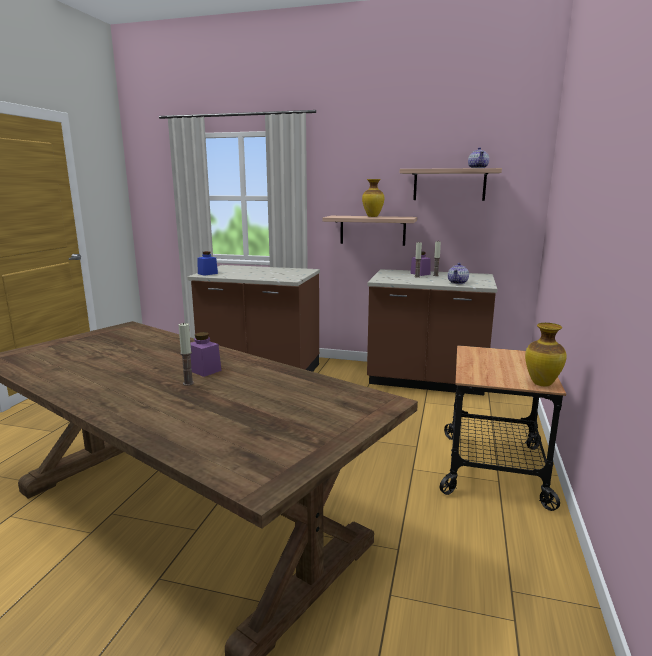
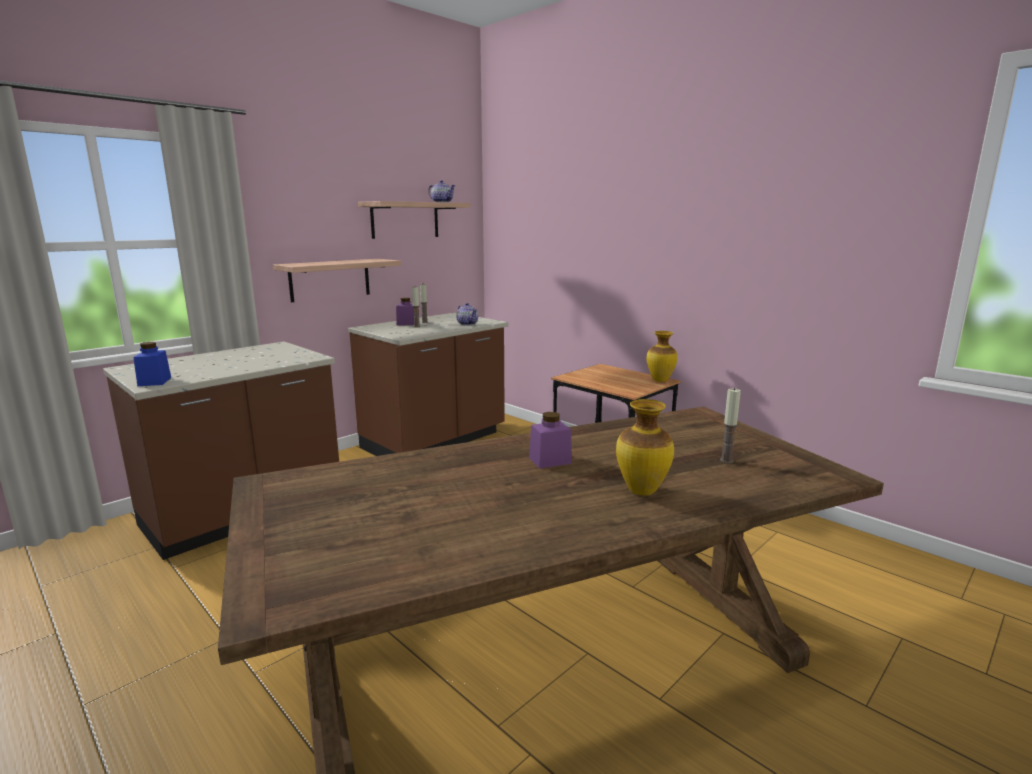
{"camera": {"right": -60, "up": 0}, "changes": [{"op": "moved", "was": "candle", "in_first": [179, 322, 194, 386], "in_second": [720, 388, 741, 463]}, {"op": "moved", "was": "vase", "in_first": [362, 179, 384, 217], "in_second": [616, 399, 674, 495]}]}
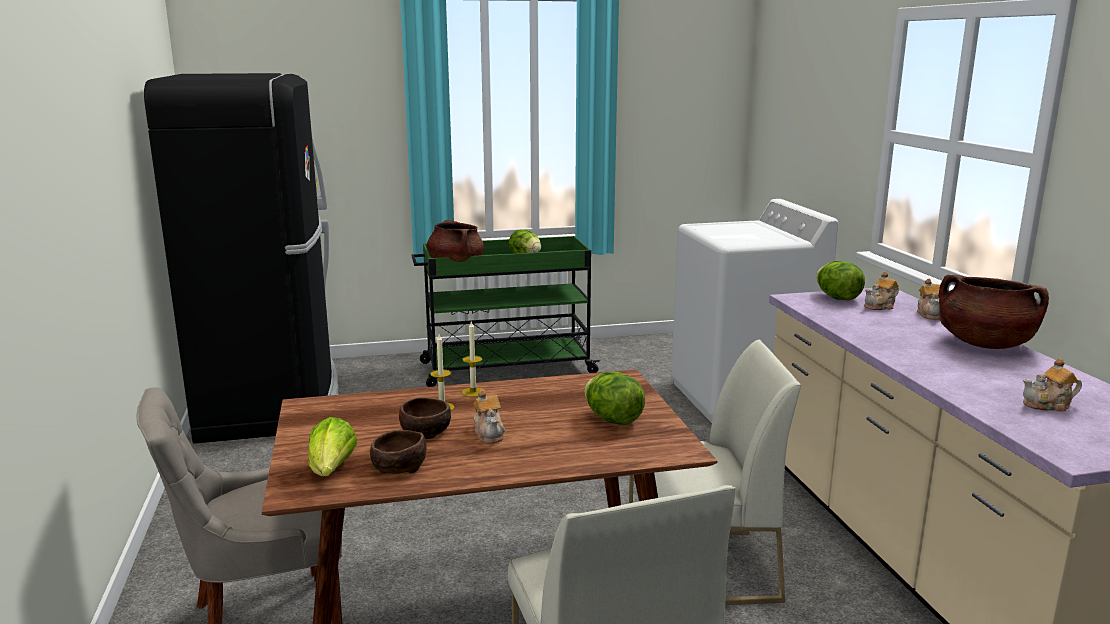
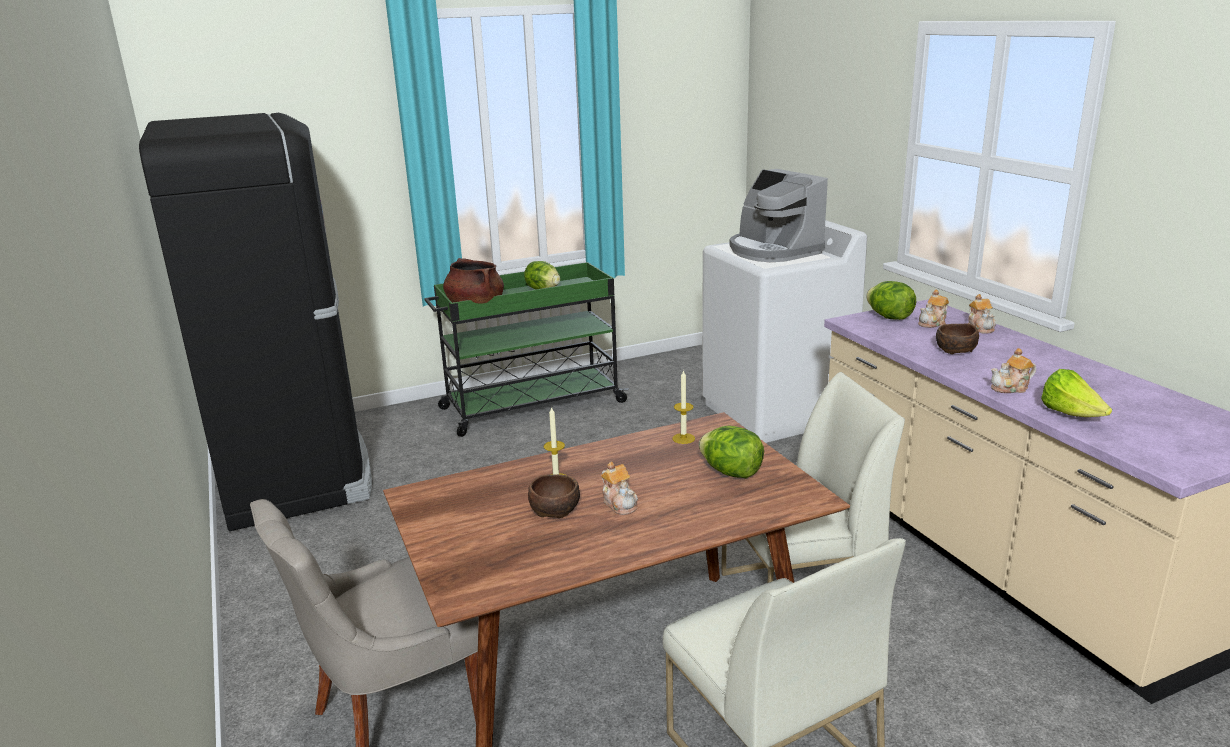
{"camera": {"right": -10, "up": 5}, "changes": [{"op": "removed", "was": "brown cooking pot", "in_first": [939, 274, 1049, 349]}, {"op": "added", "now": "coffee machine", "in_second": [729, 169, 828, 262]}, {"op": "moved", "was": "lettuce", "in_first": [308, 417, 357, 476], "in_second": [1041, 369, 1112, 417]}, {"op": "moved", "was": "brown bowl", "in_first": [370, 430, 426, 474], "in_second": [936, 323, 979, 354]}, {"op": "moved", "was": "candle", "in_first": [462, 322, 485, 397], "in_second": [672, 370, 695, 444]}, {"op": "moved", "was": "teapot", "in_first": [1023, 358, 1082, 411], "in_second": [991, 348, 1036, 393]}]}
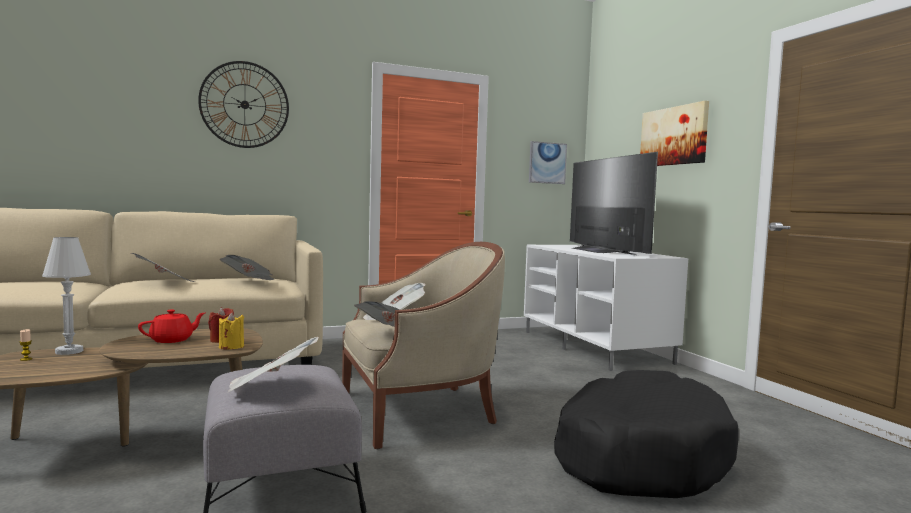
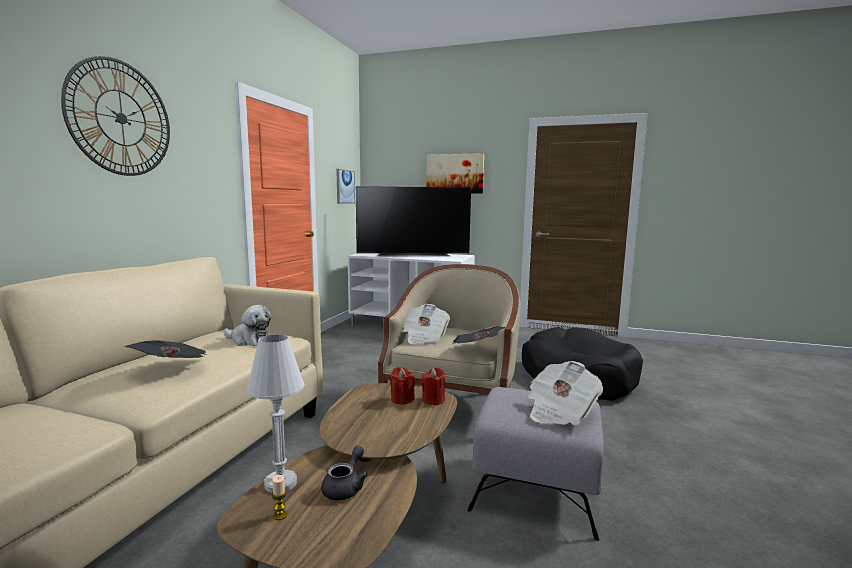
{"camera": {"right": -50, "up": 5}, "changes": [{"op": "removed", "was": "red teapot", "in_first": [138, 309, 205, 343]}, {"op": "added", "now": "grey teapot", "in_second": [321, 446, 368, 501]}, {"op": "replaced", "was": "newspaper", "now": "plush toy", "in_first": [220, 255, 274, 280], "in_second": [224, 305, 272, 346]}, {"op": "recoloured", "was": "yellow candle", "now": "red candle", "in_first": [219, 312, 244, 349], "in_second": [422, 368, 445, 405]}, {"op": "turned", "was": "television", "in_first": [570, 152, 658, 255], "in_second": [356, 186, 471, 257], "clockwise": 150}]}
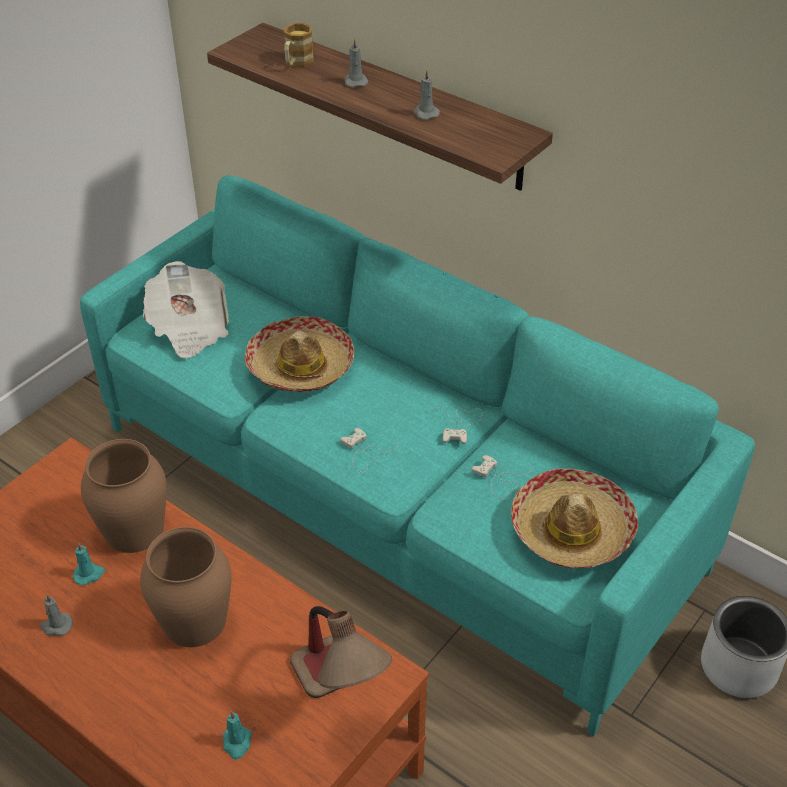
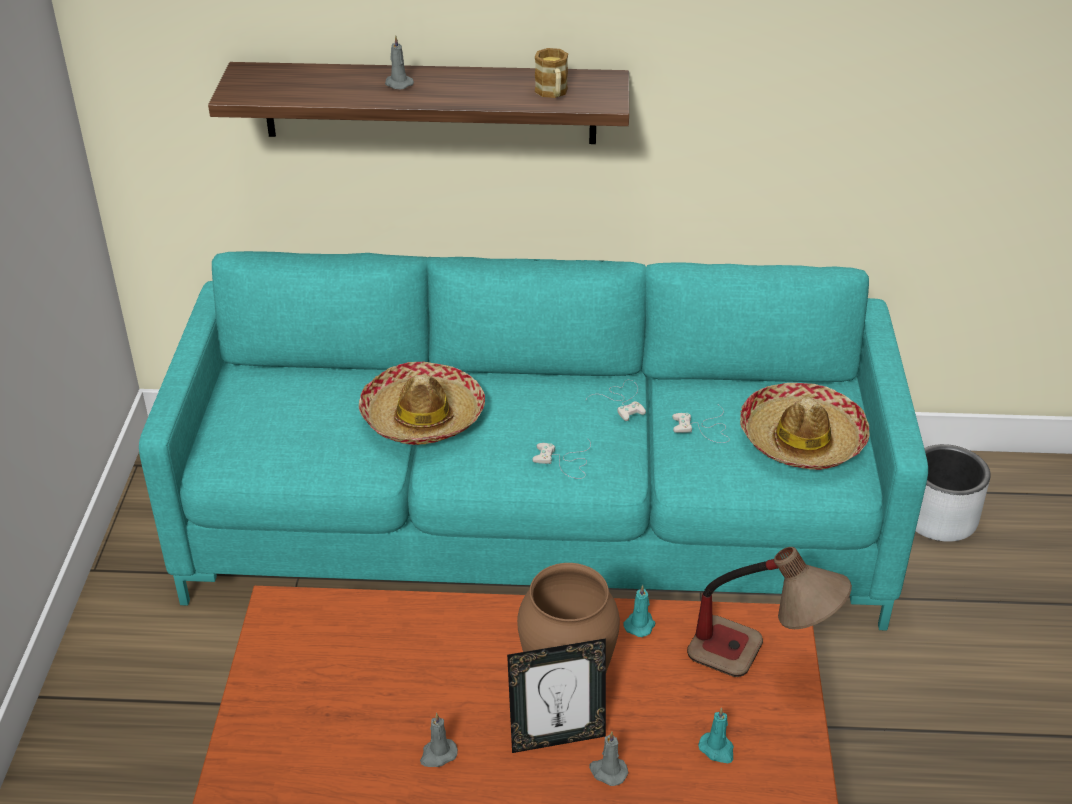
{"camera": {"right": -35, "up": -5}, "changes": [{"op": "removed", "was": "brown vase", "in_first": [81, 439, 166, 553]}, {"op": "removed", "was": "newspaper", "in_first": [143, 261, 229, 359]}, {"op": "added", "now": "picture frame", "in_second": [507, 638, 606, 753]}, {"op": "moved", "was": "turquoise candle", "in_first": [73, 543, 105, 585], "in_second": [623, 585, 656, 637]}, {"op": "moved", "was": "mug", "in_first": [284, 23, 314, 67], "in_second": [535, 48, 568, 98]}, {"op": "moved", "was": "grey candle", "in_first": [413, 70, 440, 120], "in_second": [589, 731, 628, 786]}]}
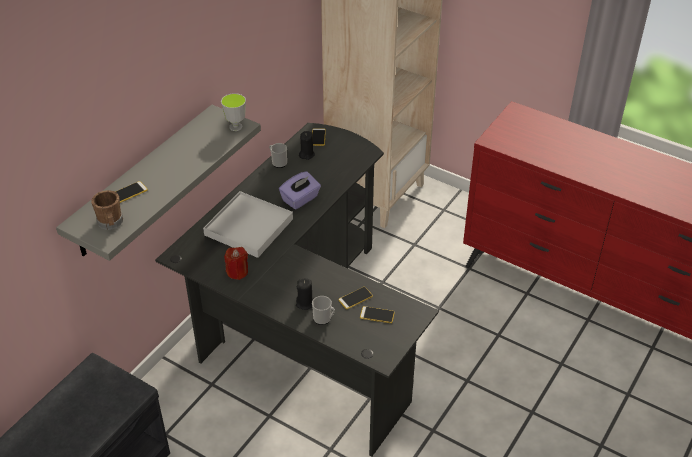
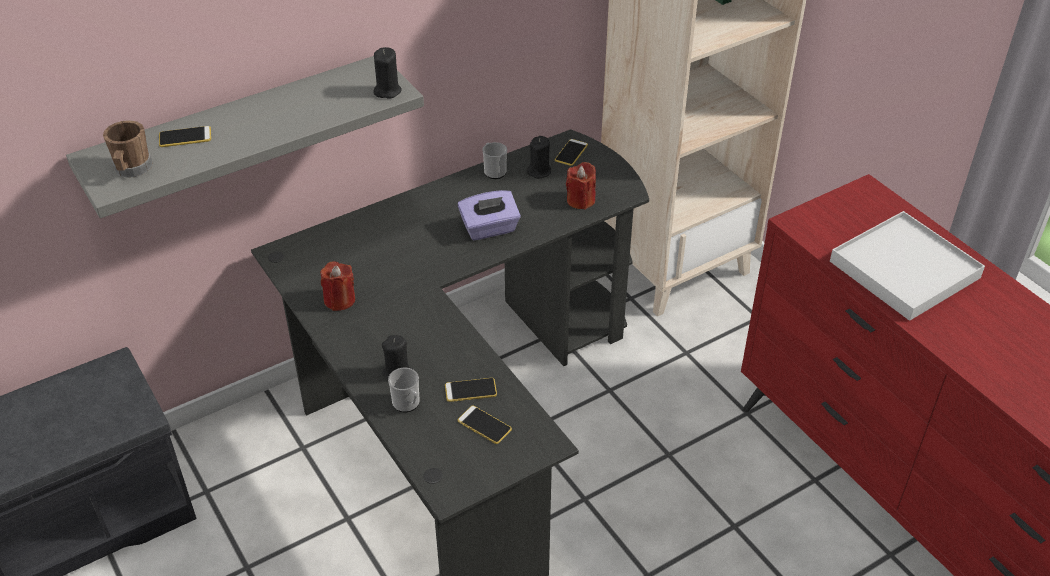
{"camera": {"right": 25, "up": 0}, "changes": [{"op": "added", "now": "red candle", "in_second": [566, 162, 596, 210]}, {"op": "moved", "was": "white tray", "in_first": [203, 191, 293, 258], "in_second": [830, 211, 985, 321]}, {"op": "replaced", "was": "cup", "now": "black candle", "in_first": [221, 93, 246, 131], "in_second": [373, 47, 402, 99]}]}
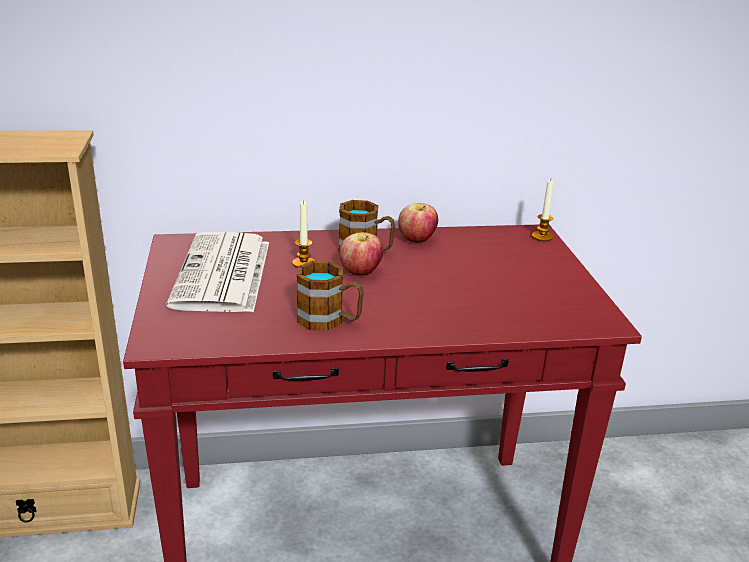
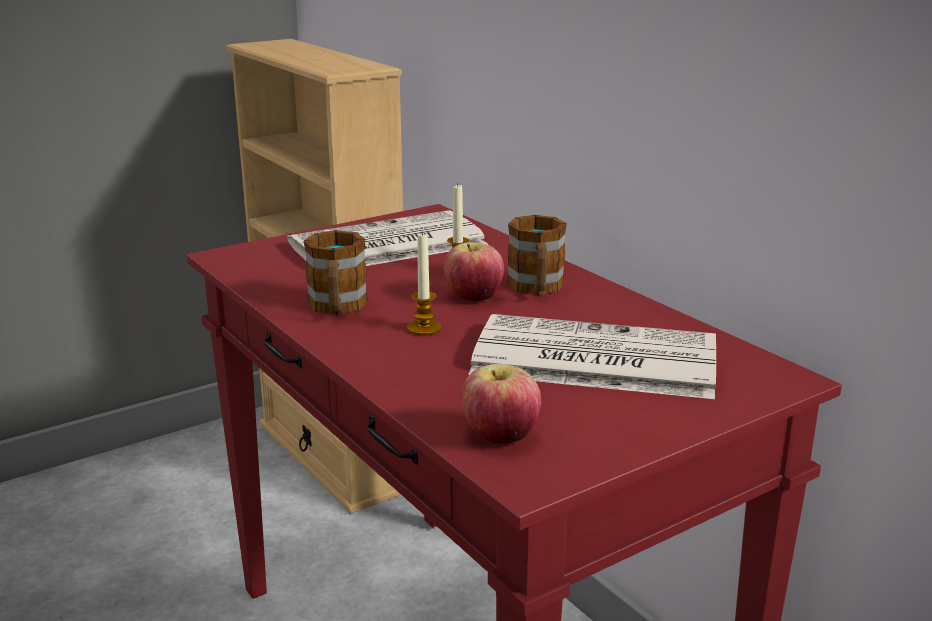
{"camera": {"right": 65, "up": -5}, "changes": [{"op": "added", "now": "newspaper", "in_second": [468, 314, 716, 399]}, {"op": "moved", "was": "apple", "in_first": [398, 203, 438, 242], "in_second": [461, 364, 541, 444]}, {"op": "moved", "was": "candle", "in_first": [532, 180, 554, 241], "in_second": [407, 231, 442, 336]}]}
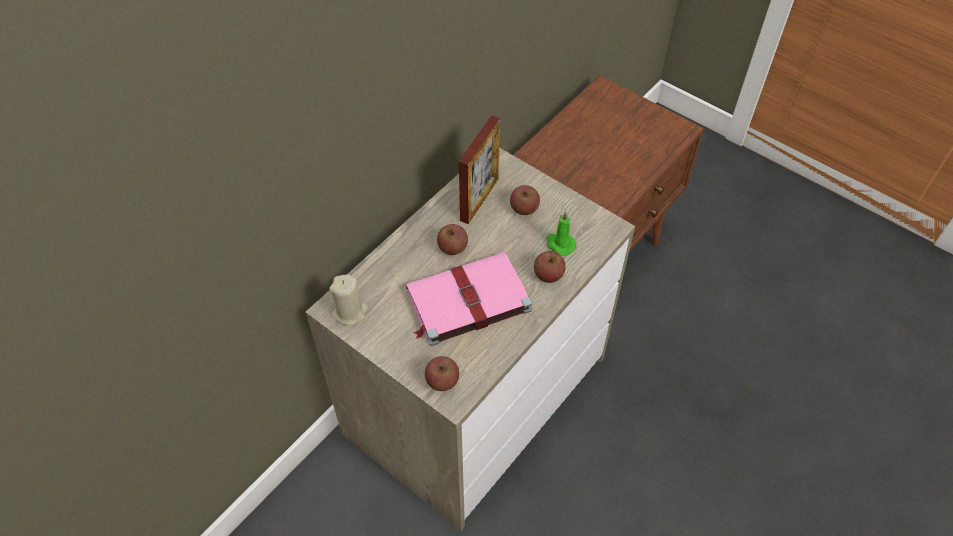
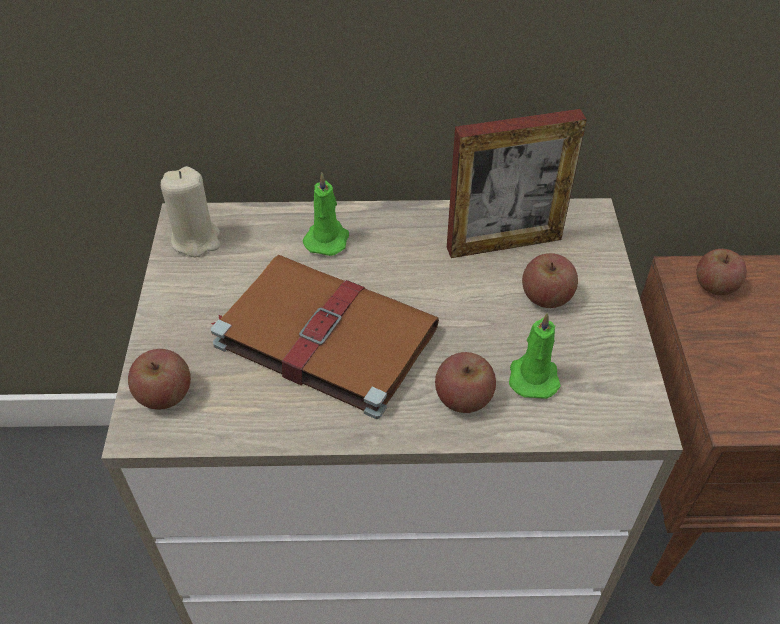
{"camera": {"right": 50, "up": -5}, "changes": [{"op": "added", "now": "green candle", "in_second": [303, 173, 349, 256]}, {"op": "moved", "was": "apple", "in_first": [437, 224, 468, 255], "in_second": [696, 249, 747, 295]}, {"op": "recoloured", "was": "pink book", "now": "brown book", "in_first": [406, 252, 532, 346], "in_second": [211, 255, 439, 419]}]}
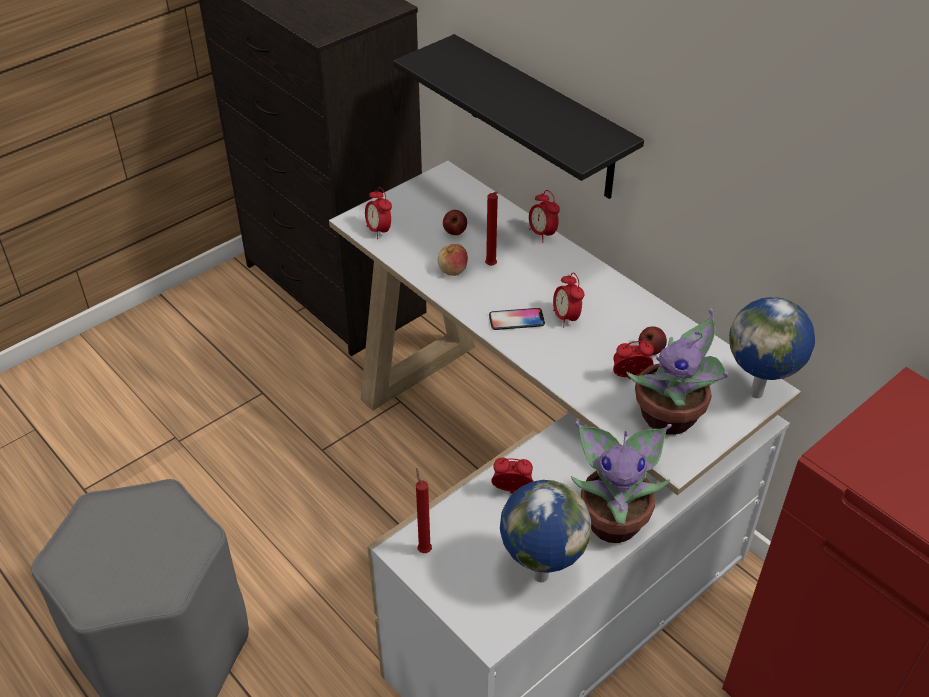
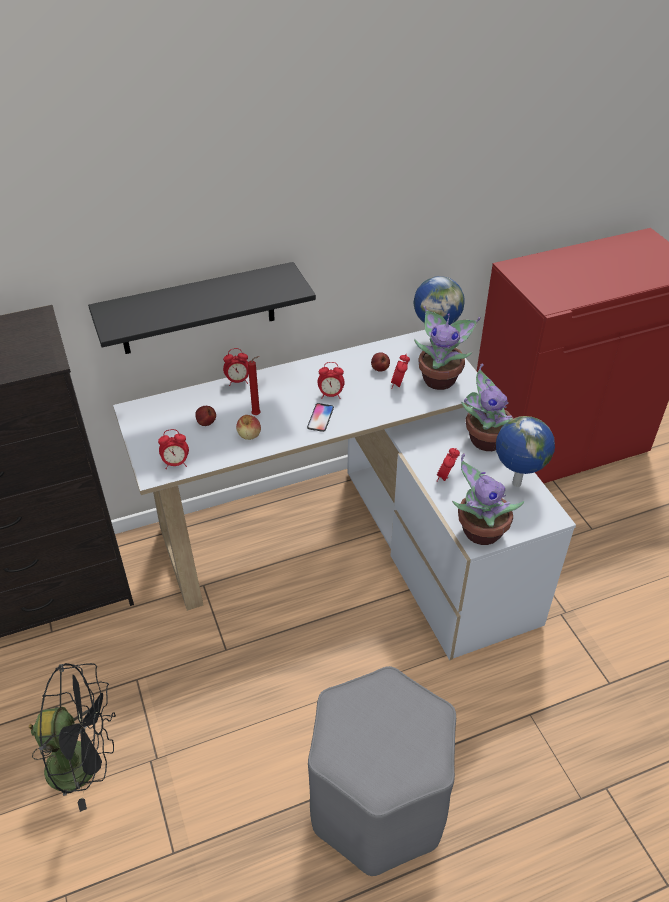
{"camera": {"right": -70, "up": 0}, "changes": [{"op": "added", "now": "black fan", "in_second": [29, 663, 116, 812]}, {"op": "replaced", "was": "red candle", "now": "potted plant", "in_first": [416, 468, 432, 553], "in_second": [452, 454, 525, 545]}]}
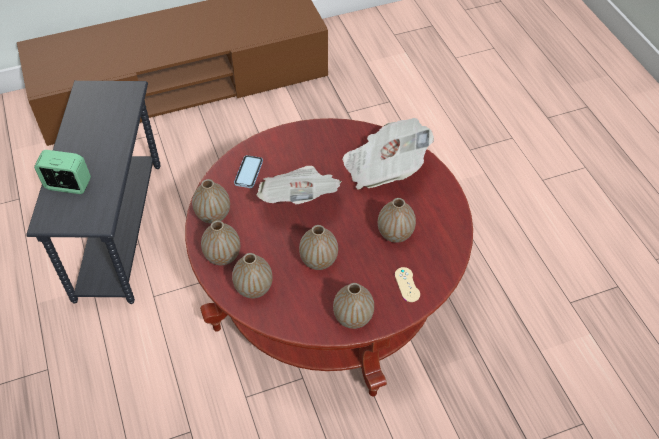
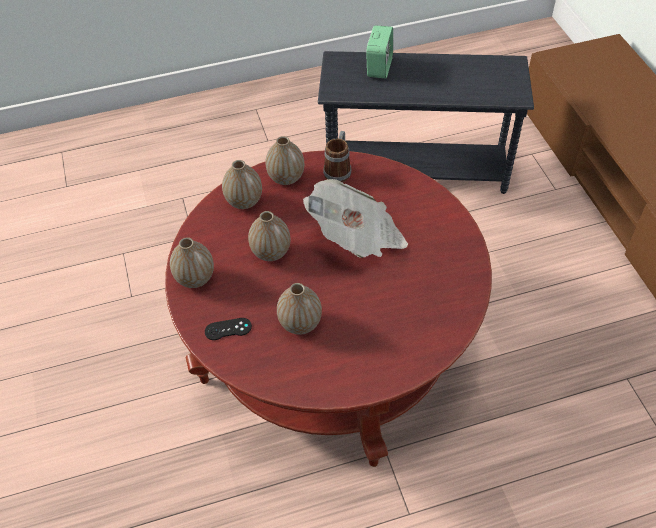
{"camera": {"right": 95, "up": 0}, "changes": [{"op": "removed", "was": "phone", "in_first": [234, 155, 263, 188]}, {"op": "removed", "was": "newspaper", "in_first": [342, 118, 434, 190]}, {"op": "replaced", "was": "vase", "now": "mug", "in_first": [192, 179, 230, 224], "in_second": [323, 131, 351, 182]}, {"op": "recoloured", "was": "beige game controller", "now": "black game controller", "in_first": [395, 267, 420, 302], "in_second": [205, 318, 252, 340]}]}
